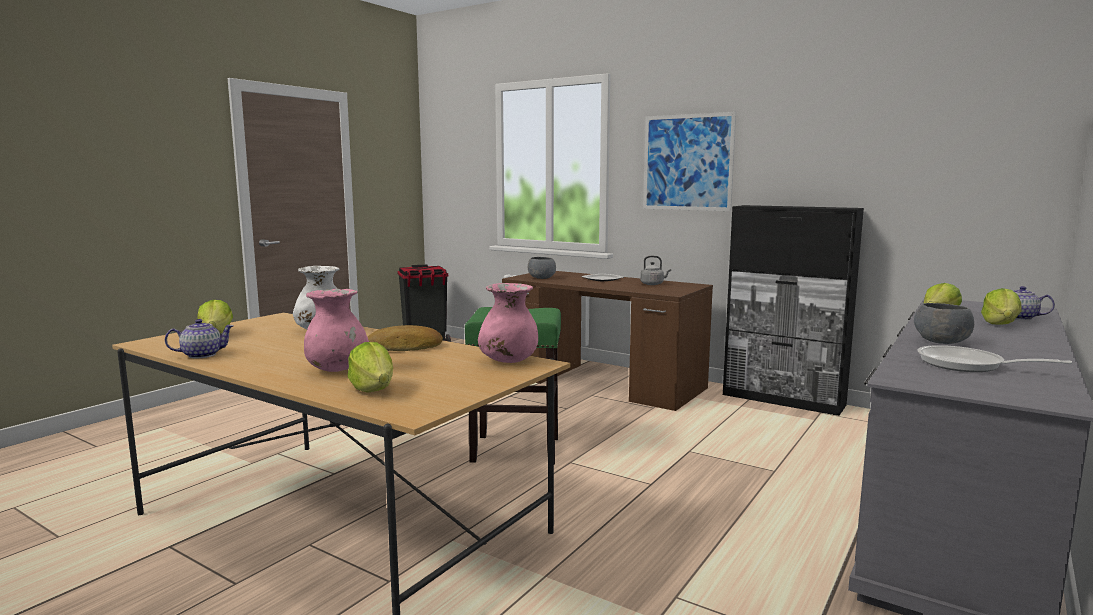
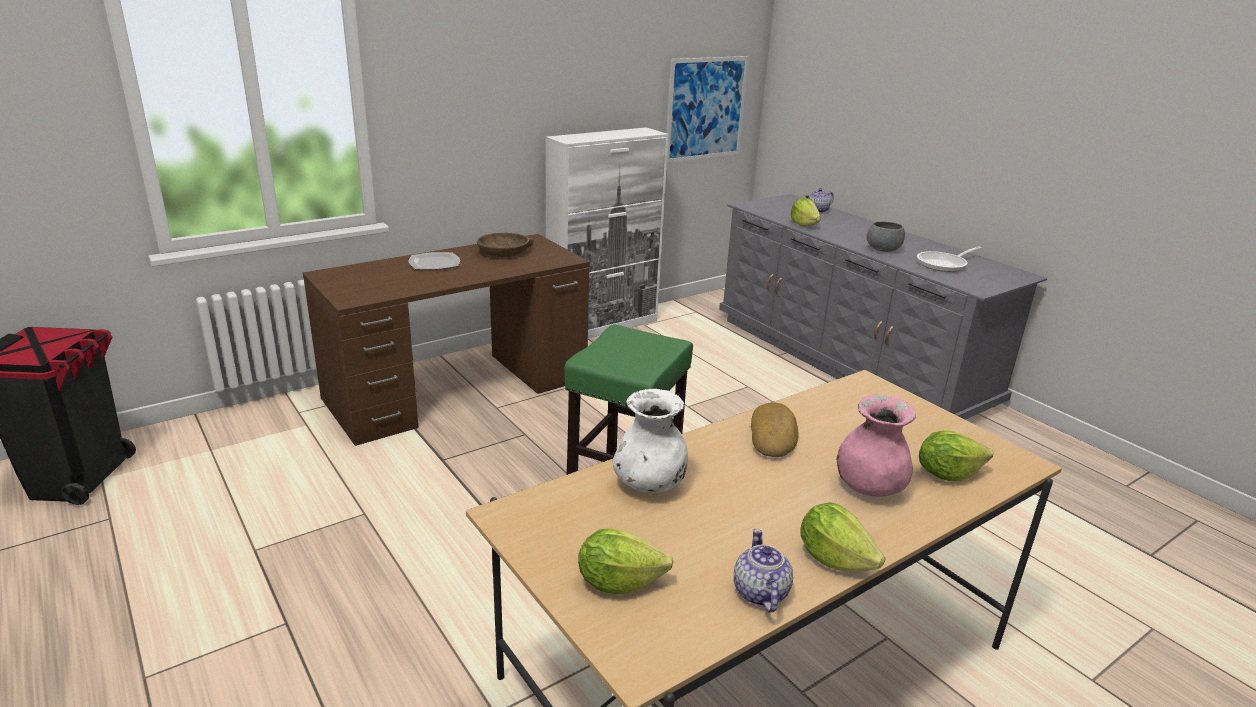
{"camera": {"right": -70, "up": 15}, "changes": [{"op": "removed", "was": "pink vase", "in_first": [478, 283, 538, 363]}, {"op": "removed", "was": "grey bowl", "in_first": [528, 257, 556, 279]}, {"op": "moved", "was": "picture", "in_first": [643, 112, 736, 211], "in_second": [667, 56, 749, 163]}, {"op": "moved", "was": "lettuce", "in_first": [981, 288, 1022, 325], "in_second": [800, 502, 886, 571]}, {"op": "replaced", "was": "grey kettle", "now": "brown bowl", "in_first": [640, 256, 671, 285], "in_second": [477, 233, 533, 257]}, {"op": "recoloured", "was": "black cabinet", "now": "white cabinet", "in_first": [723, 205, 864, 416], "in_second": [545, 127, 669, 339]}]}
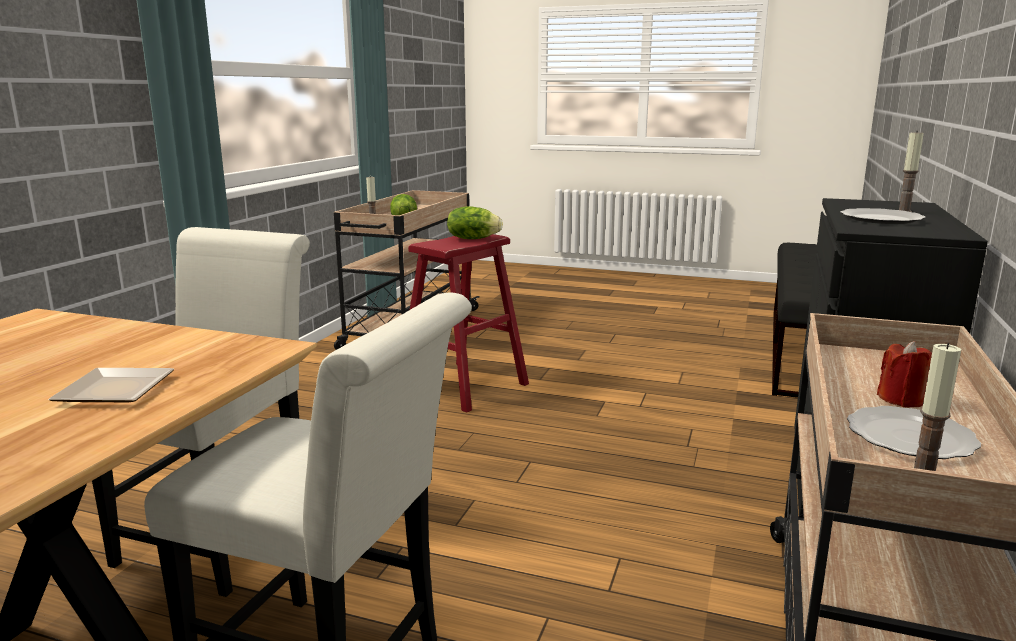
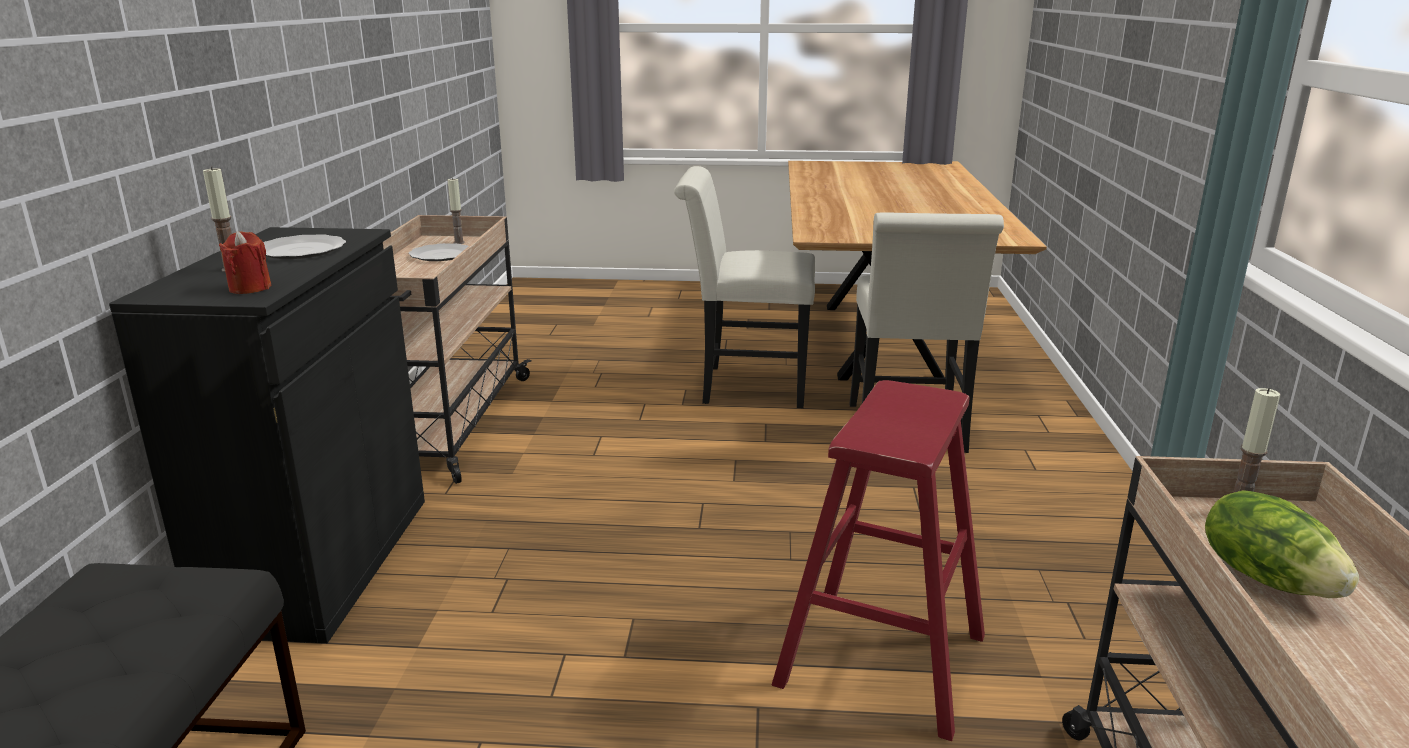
{"camera": {"right": 165, "up": 5}, "changes": [{"op": "removed", "was": "plate", "in_first": [49, 368, 174, 402]}, {"op": "removed", "was": "lettuce", "in_first": [447, 207, 503, 239]}, {"op": "moved", "was": "red candle", "in_first": [877, 341, 932, 407], "in_second": [219, 231, 271, 294]}]}
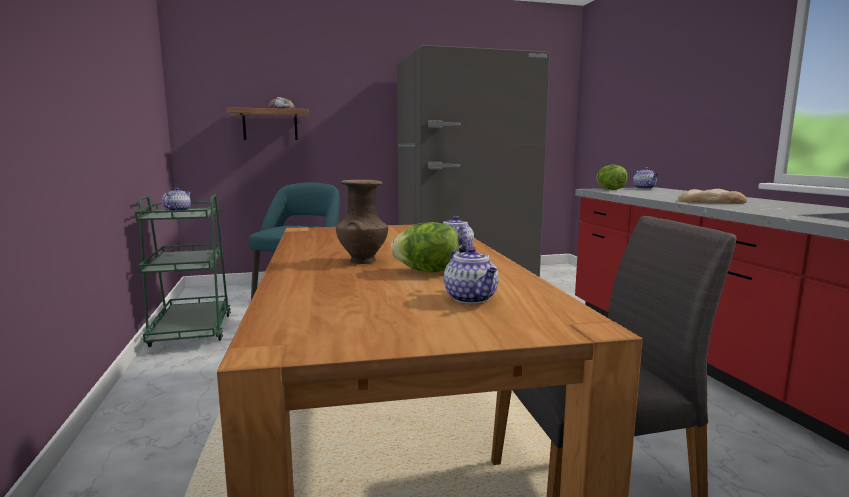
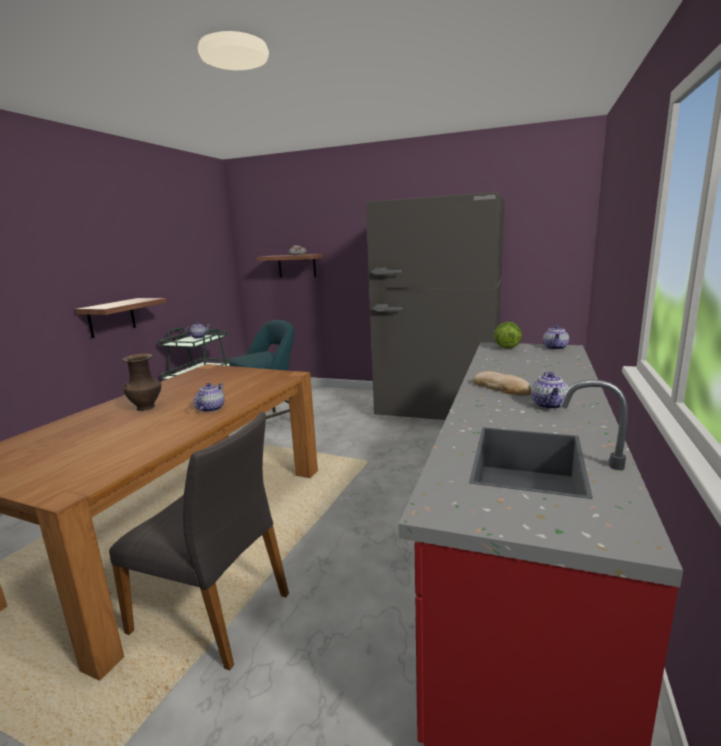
{"camera": {"right": 35, "up": 5}, "changes": [{"op": "removed", "was": "lettuce", "in_first": [391, 222, 459, 272]}, {"op": "added", "now": "shelf", "in_second": [75, 298, 167, 338]}, {"op": "moved", "was": "teapot", "in_first": [444, 246, 499, 304], "in_second": [531, 372, 568, 409]}]}
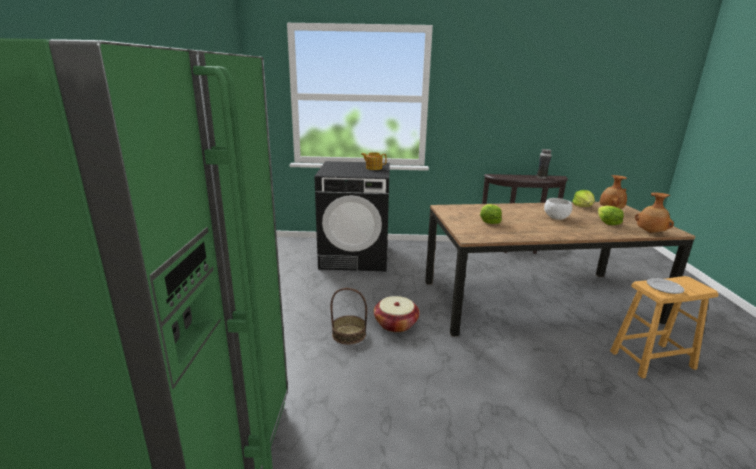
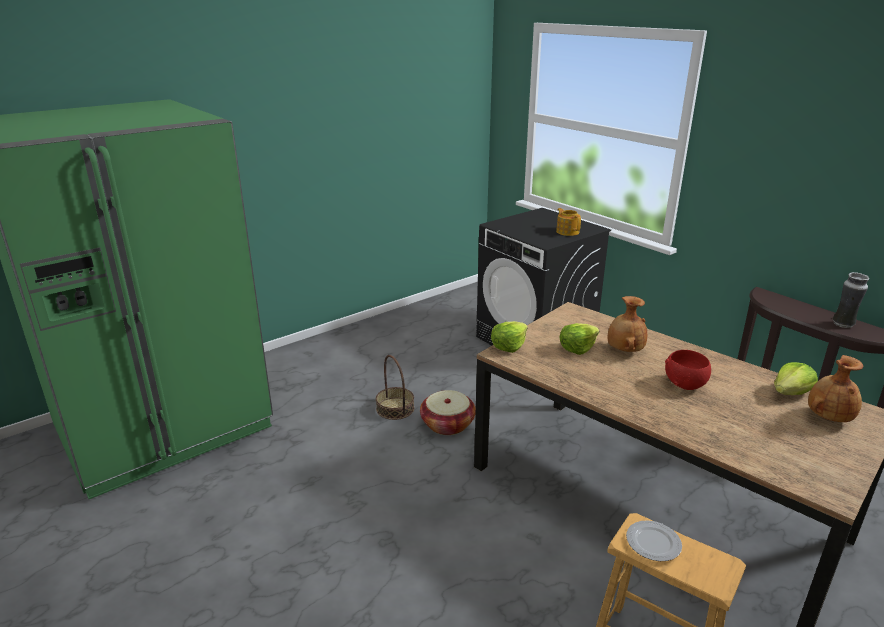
{"camera": {"right": 50, "up": 5}, "changes": [{"op": "moved", "was": "lettuce", "in_first": [598, 205, 624, 225], "in_second": [491, 321, 528, 353]}, {"op": "moved", "was": "brown vase", "in_first": [635, 193, 674, 233], "in_second": [607, 296, 647, 352]}, {"op": "recoloured", "was": "white bowl", "now": "red bowl", "in_first": [544, 198, 572, 220], "in_second": [665, 350, 711, 390]}]}
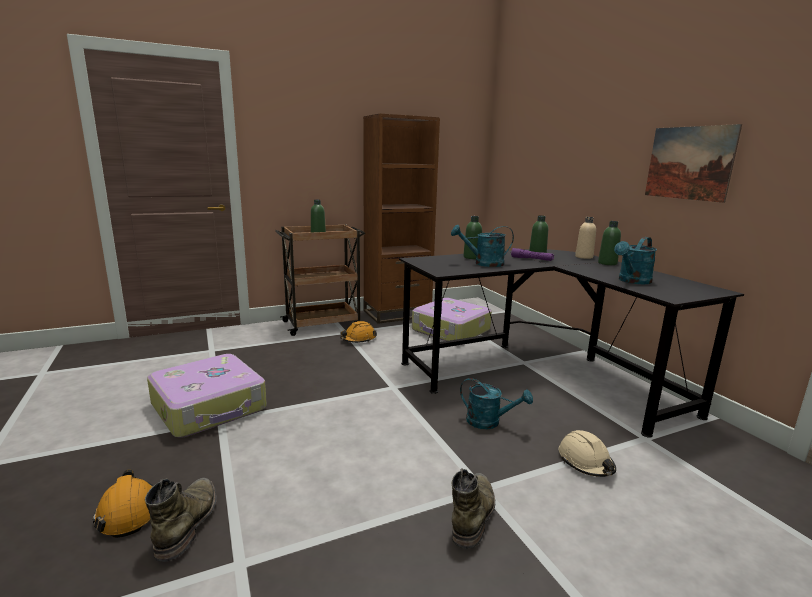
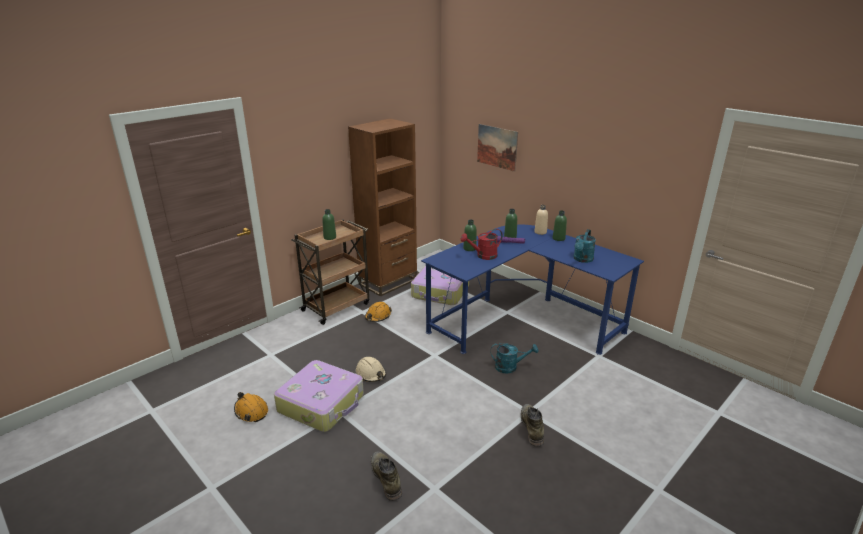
{"camera": {"right": -20, "up": 10}, "changes": [{"op": "moved", "was": "orange hard hat", "in_first": [93, 469, 154, 538], "in_second": [234, 392, 268, 422]}, {"op": "moved", "was": "beige hard hat", "in_first": [559, 430, 616, 477], "in_second": [356, 357, 386, 382]}, {"op": "moved", "was": "picture", "in_first": [645, 124, 742, 203], "in_second": [477, 124, 518, 172]}, {"op": "recoloured", "was": "black desk", "now": "blue desk", "in_first": [399, 249, 744, 438], "in_second": [421, 225, 644, 355]}, {"op": "recoloured", "was": "turquoise watering can", "now": "red watering can", "in_first": [451, 225, 514, 267], "in_second": [461, 229, 503, 260]}]}
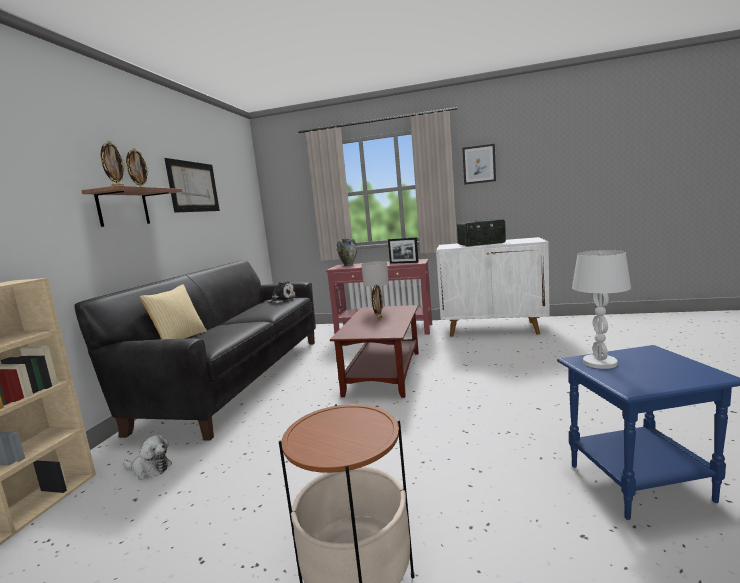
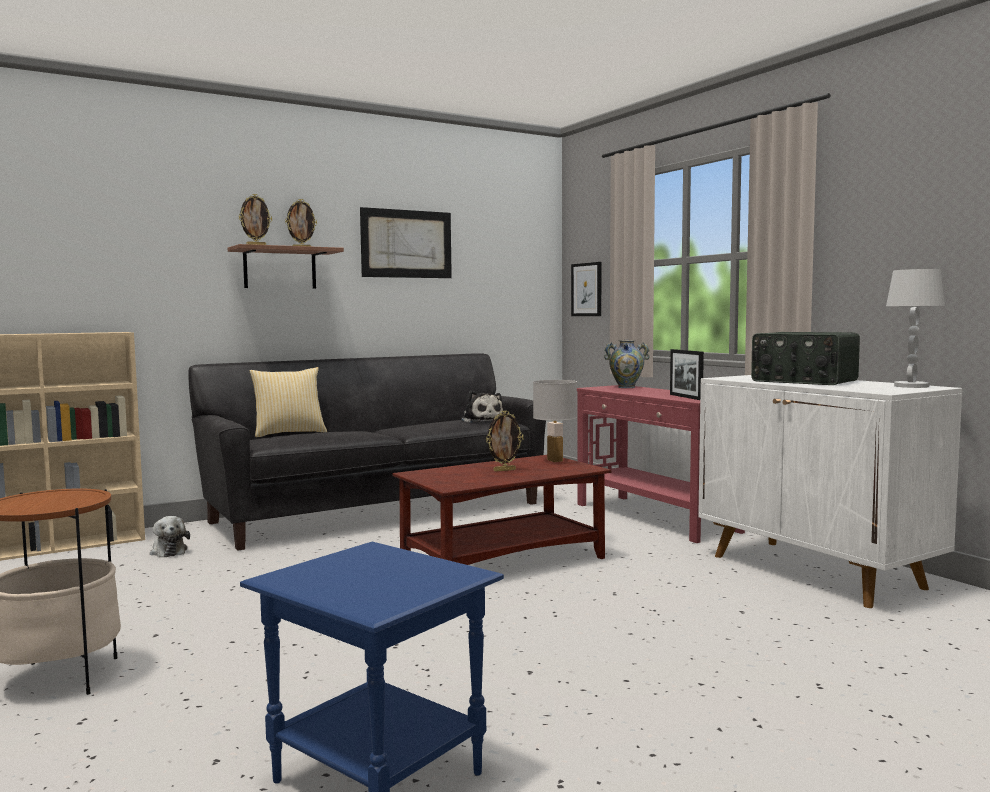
{"camera": {"right": 45, "up": -5}, "changes": [{"op": "moved", "was": "picture", "in_first": [462, 144, 496, 185], "in_second": [571, 262, 602, 316]}, {"op": "moved", "was": "white table lamp", "in_first": [572, 250, 631, 369], "in_second": [886, 269, 945, 388]}]}
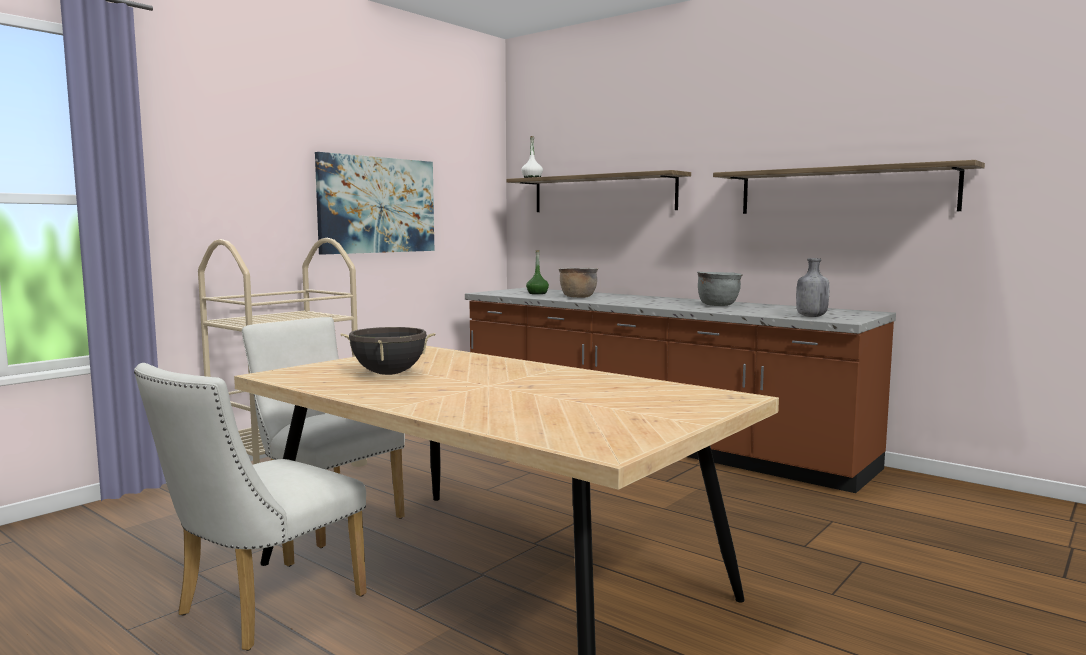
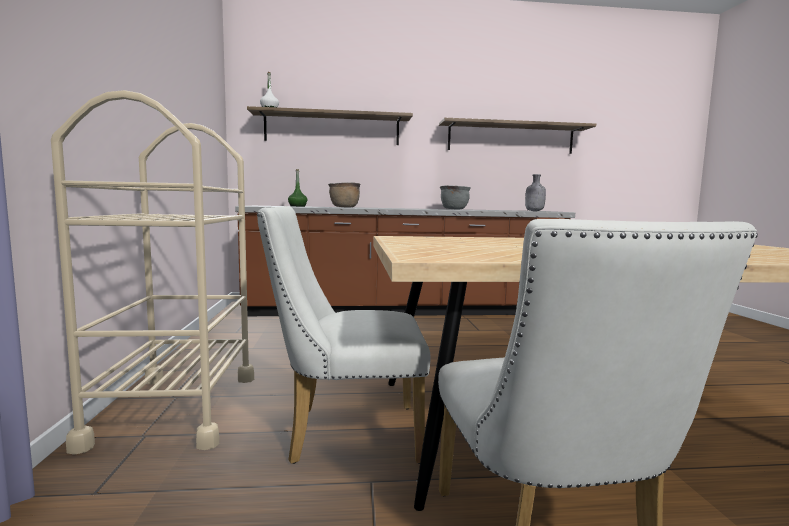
{"camera": {"right": -45, "up": 0}, "changes": [{"op": "removed", "was": "picture", "in_first": [315, 152, 434, 255]}, {"op": "removed", "was": "black cooking pot", "in_first": [340, 327, 436, 375]}]}
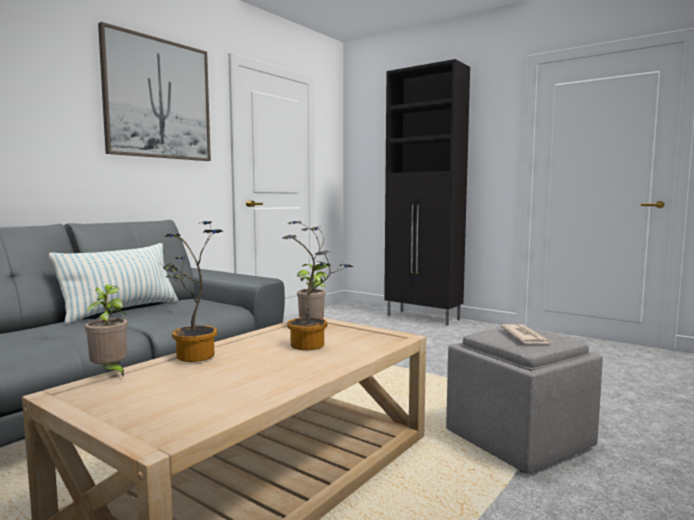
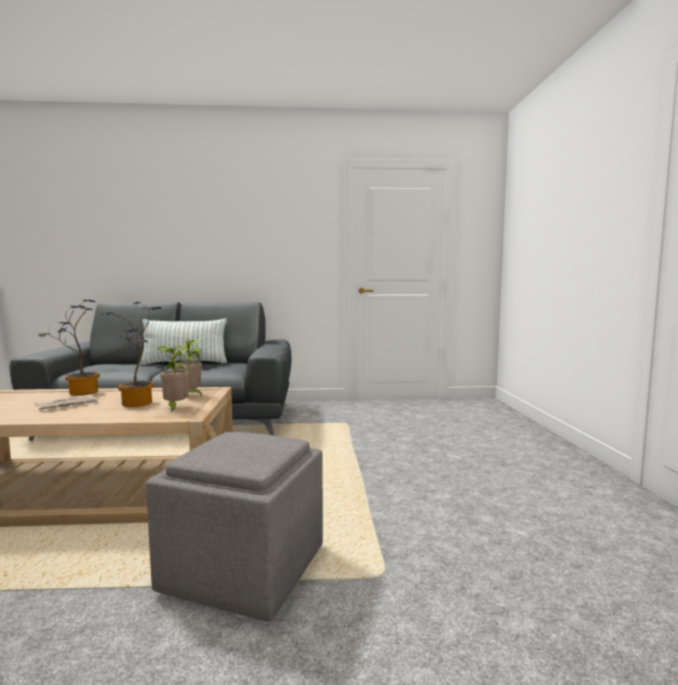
{"camera": {"right": 50, "up": 0}, "changes": [{"op": "removed", "was": "picture", "in_first": [98, 22, 211, 161]}, {"op": "removed", "was": "black cabinet", "in_first": [384, 59, 470, 326]}, {"op": "moved", "was": "potted plant", "in_first": [85, 285, 128, 376], "in_second": [158, 346, 189, 412]}, {"op": "moved", "was": "newspaper", "in_first": [501, 324, 552, 343], "in_second": [35, 394, 99, 411]}]}
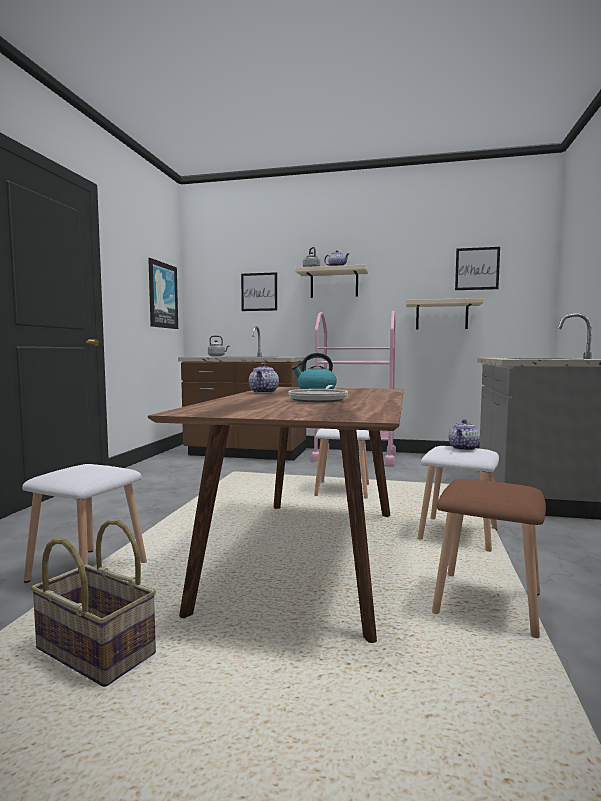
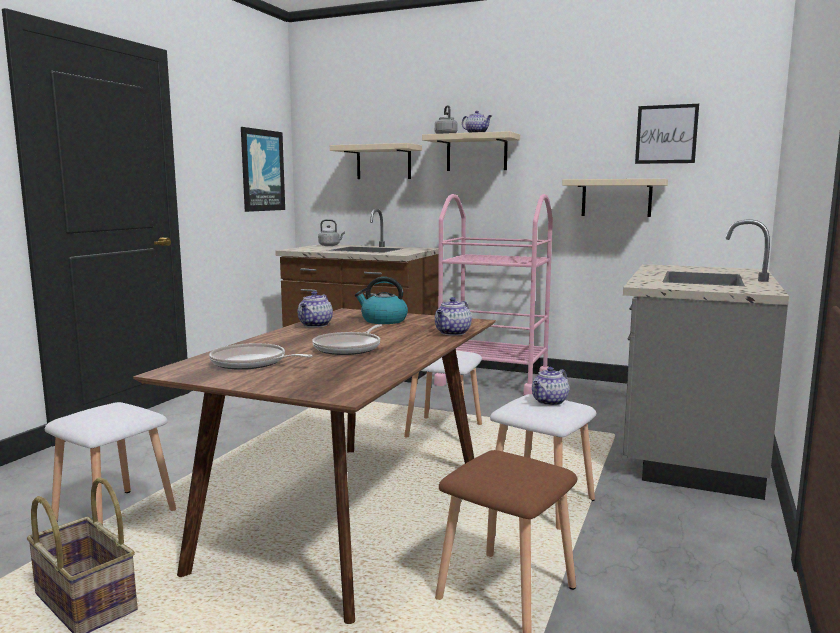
{"camera": {"right": 10, "up": 5}, "changes": [{"op": "added", "now": "frying pan", "in_second": [209, 343, 313, 370]}, {"op": "added", "now": "teapot", "in_second": [435, 297, 472, 336]}, {"op": "replaced", "was": "picture", "now": "beige shelf", "in_first": [241, 272, 277, 311], "in_second": [330, 143, 422, 179]}]}
